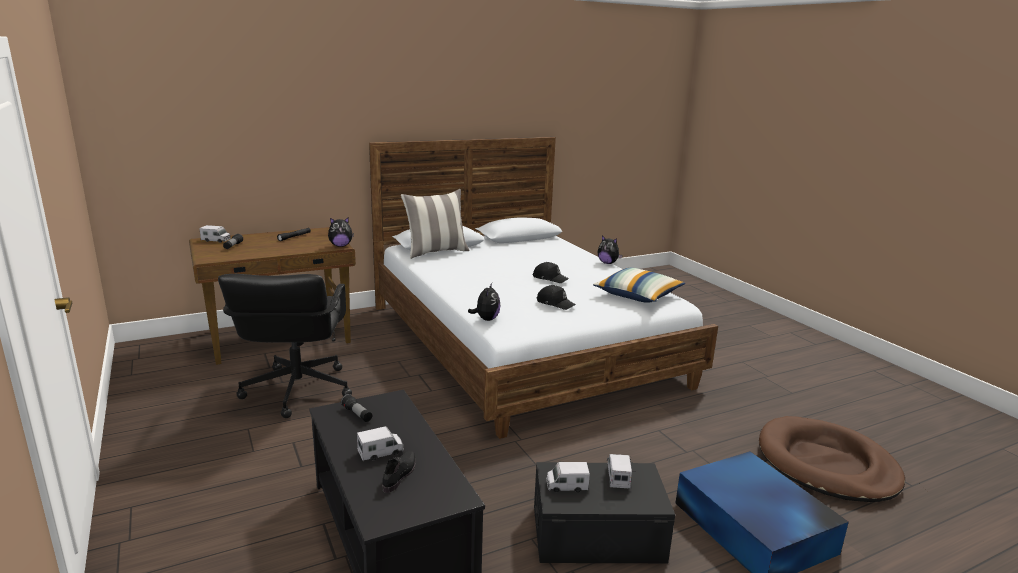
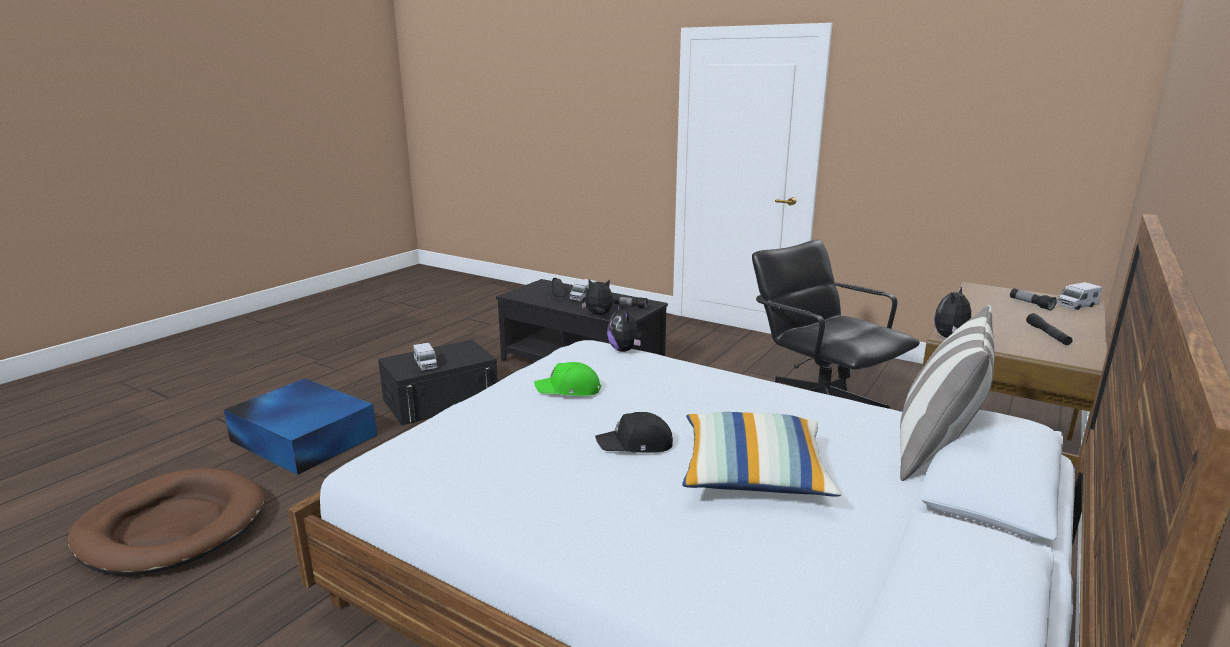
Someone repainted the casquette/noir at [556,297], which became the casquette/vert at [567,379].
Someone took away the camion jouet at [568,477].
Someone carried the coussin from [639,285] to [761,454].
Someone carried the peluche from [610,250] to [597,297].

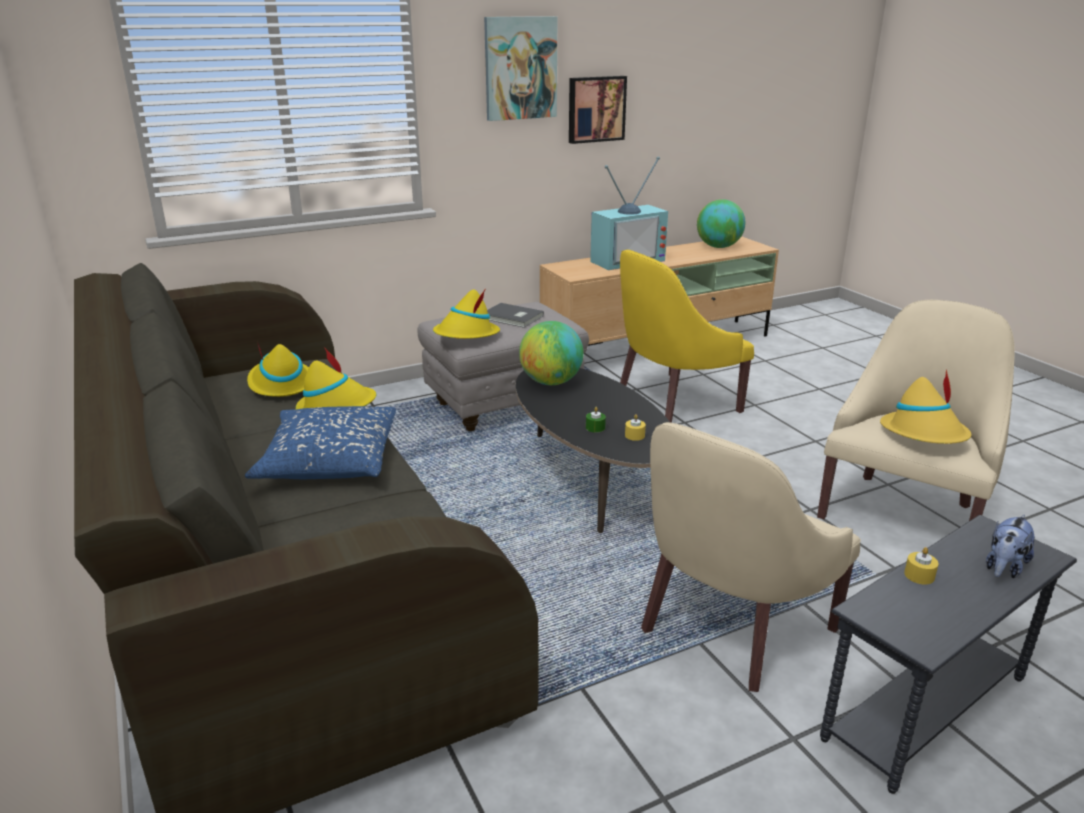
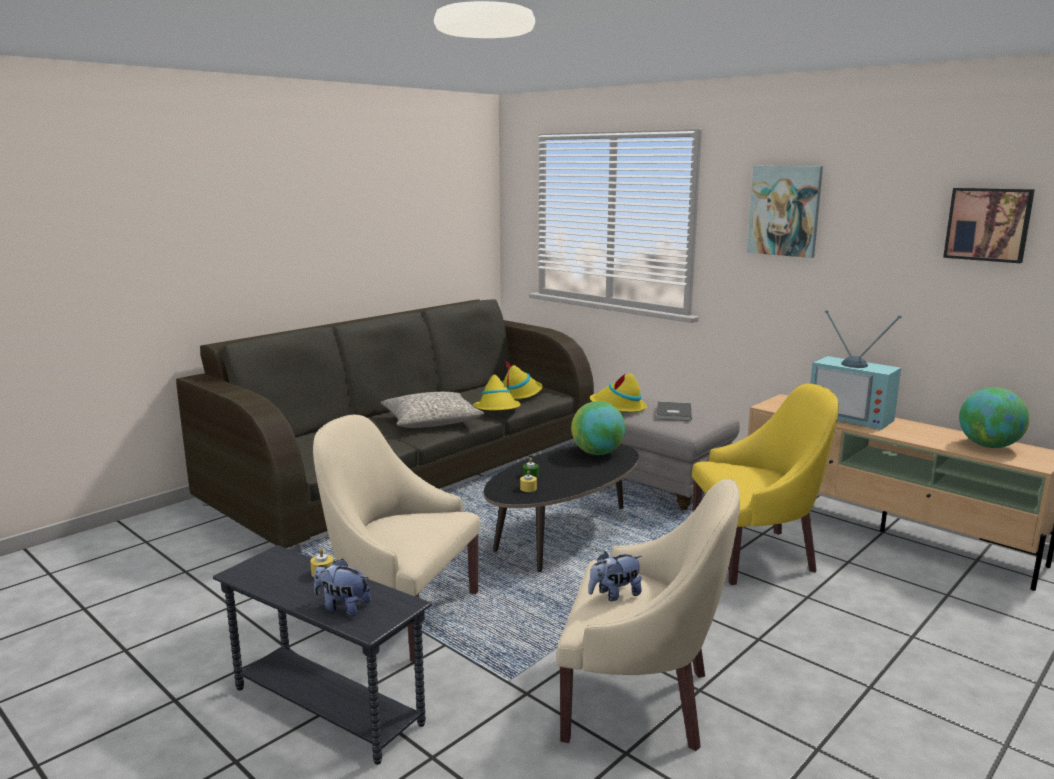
Someone repainted the coussin/bleu at [320,442], which became the coussin/gris at [432,410].
Someone carried the tableau from [598,110] to [989,225].
Someone rotated the fauteuil/jaune at [687,336] by 135 degrees clockwise.
Someone swapped the chapeau/jaune at [926,406] for the peluche at [615,576].

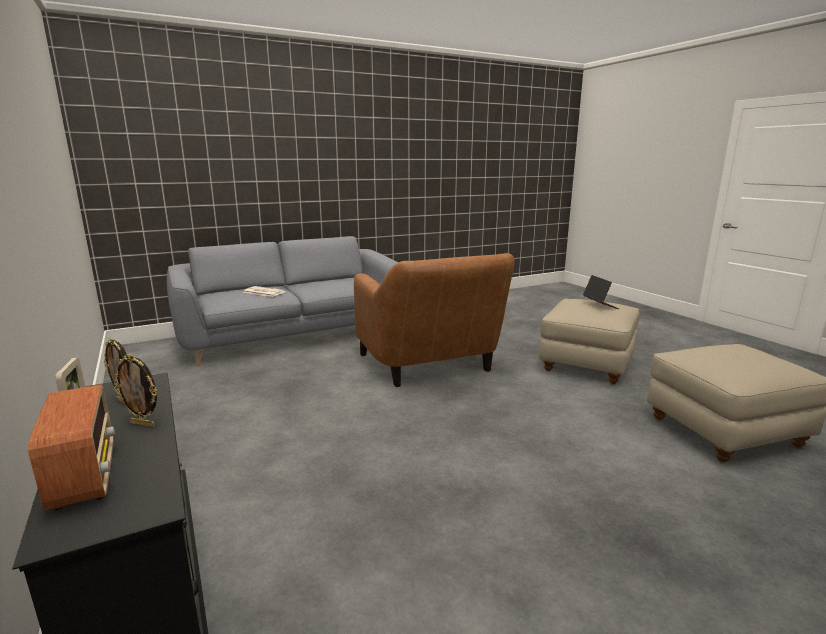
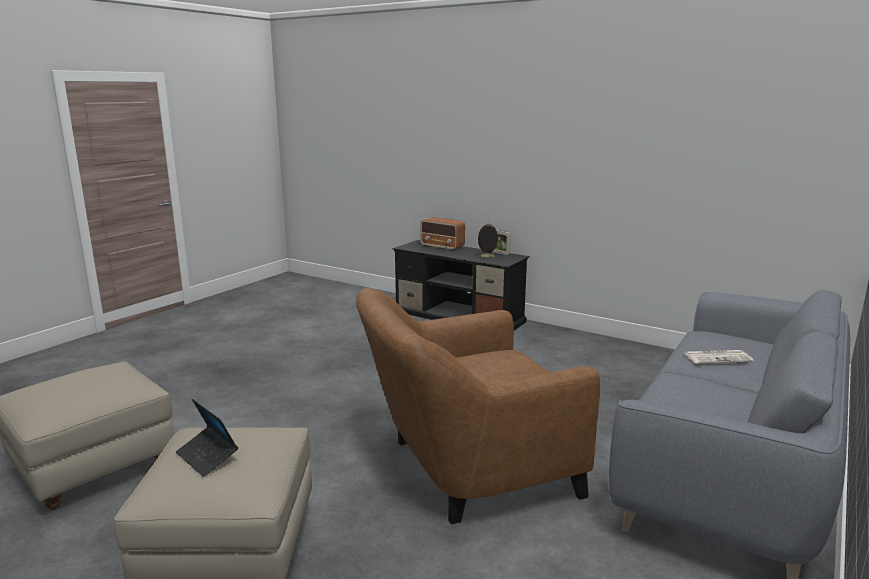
Someone took away the cadre photo at [135,390].
Someone rotated the fauteuil/marron at [434,320] by 60 degrees counterclockwise.

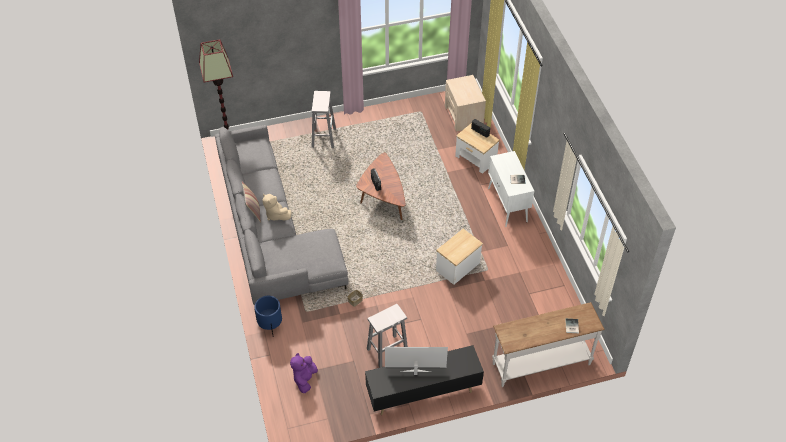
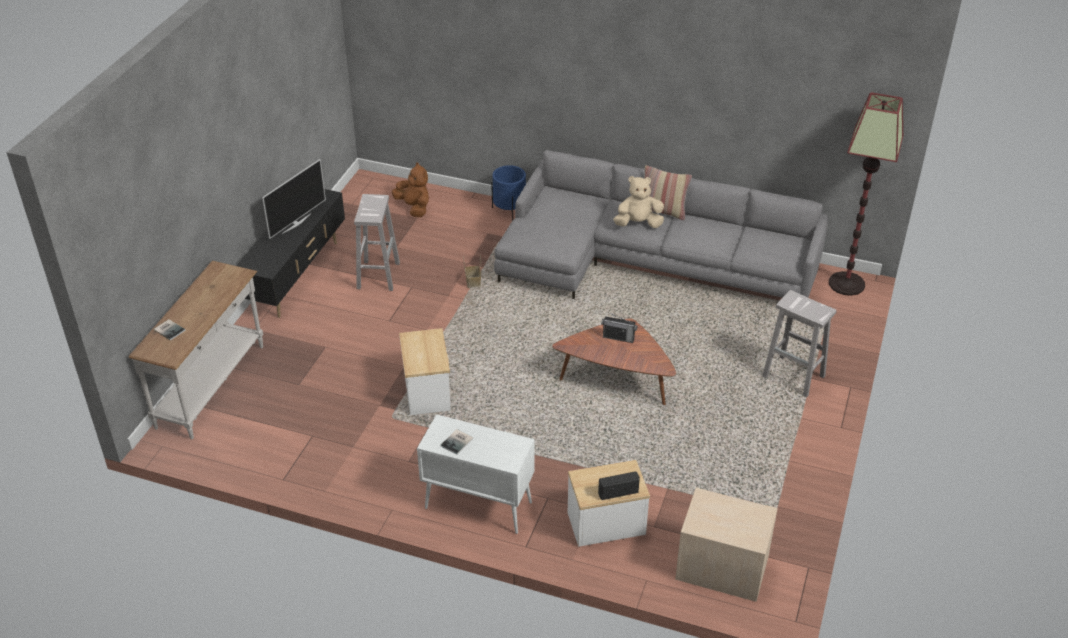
Someone repainted the peluche/violet at [304,373], which became the peluche/marron at [410,189].

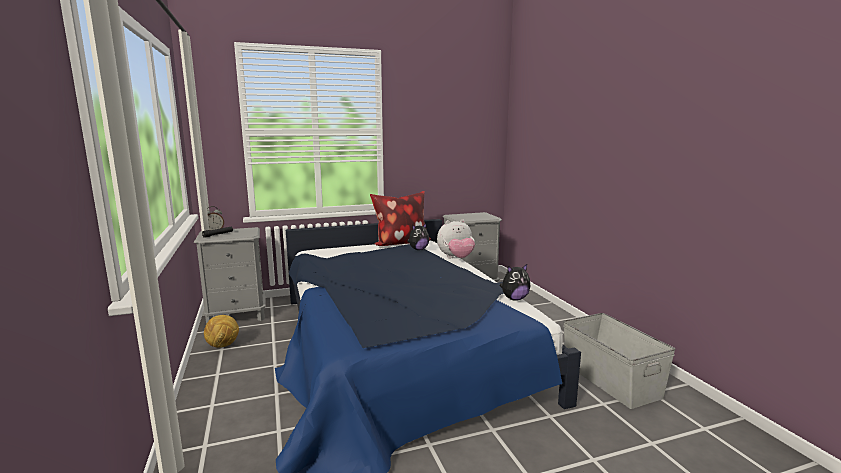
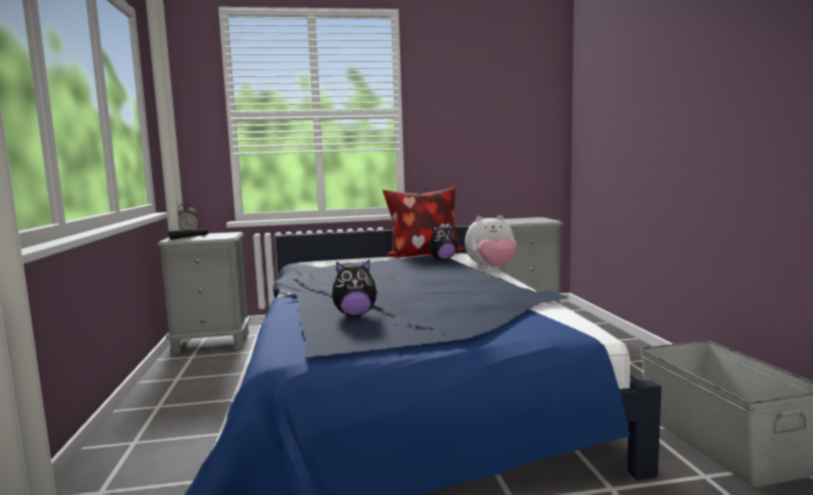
Someone took away the ballon de foot at [221,331].
Someone carried the peluche from [515,282] to [355,287].

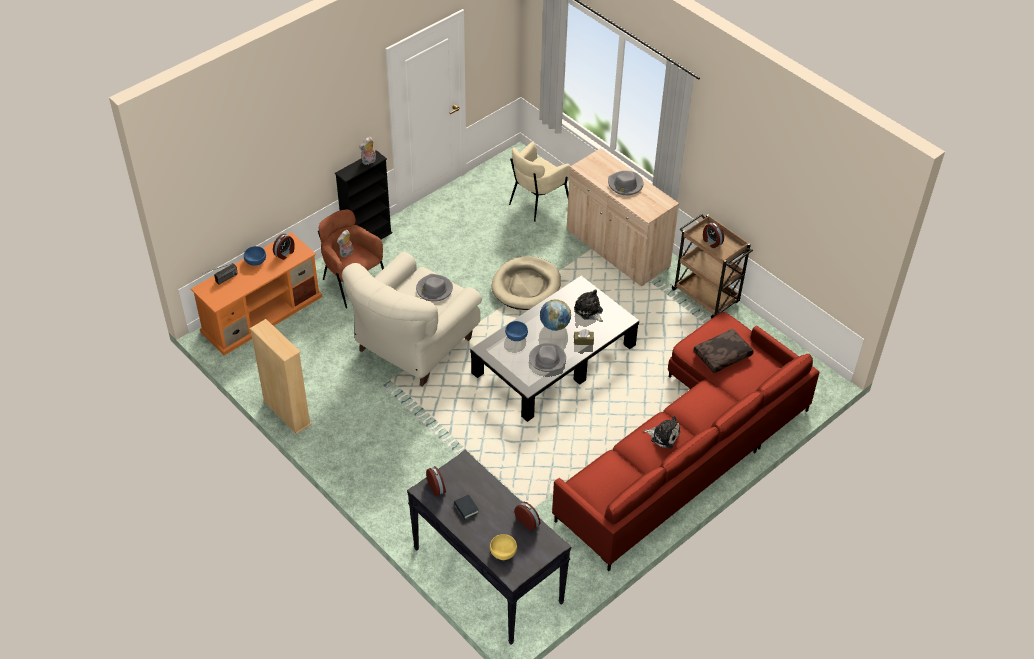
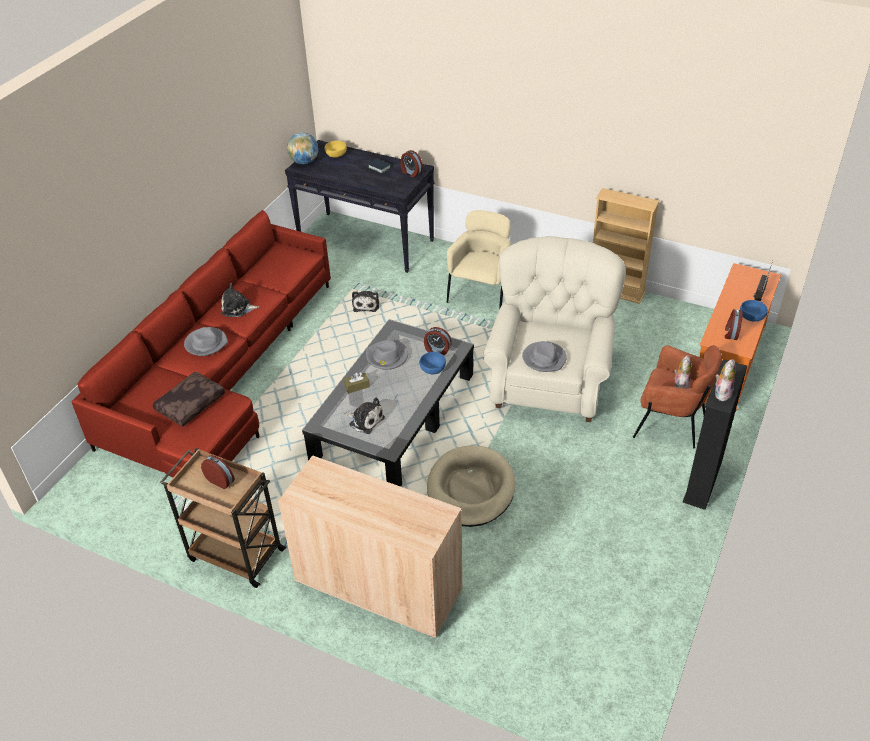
Someone carried the fauteuil/beige from [539,182] to [479,260].
Someone carried the réveil from [528,516] to [438,341].
Someone carried the globe from [555,315] to [302,148].
Someone carried the chapeau/gris from [625,183] to [206,341].
Someone put down the peluche at [365,301].

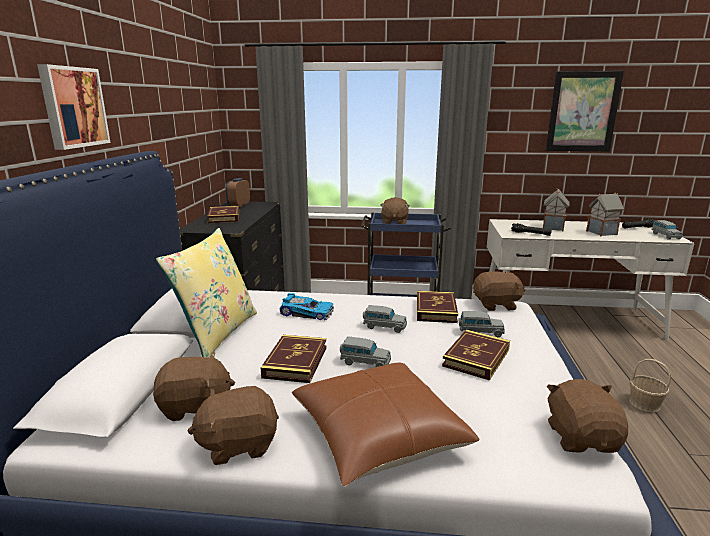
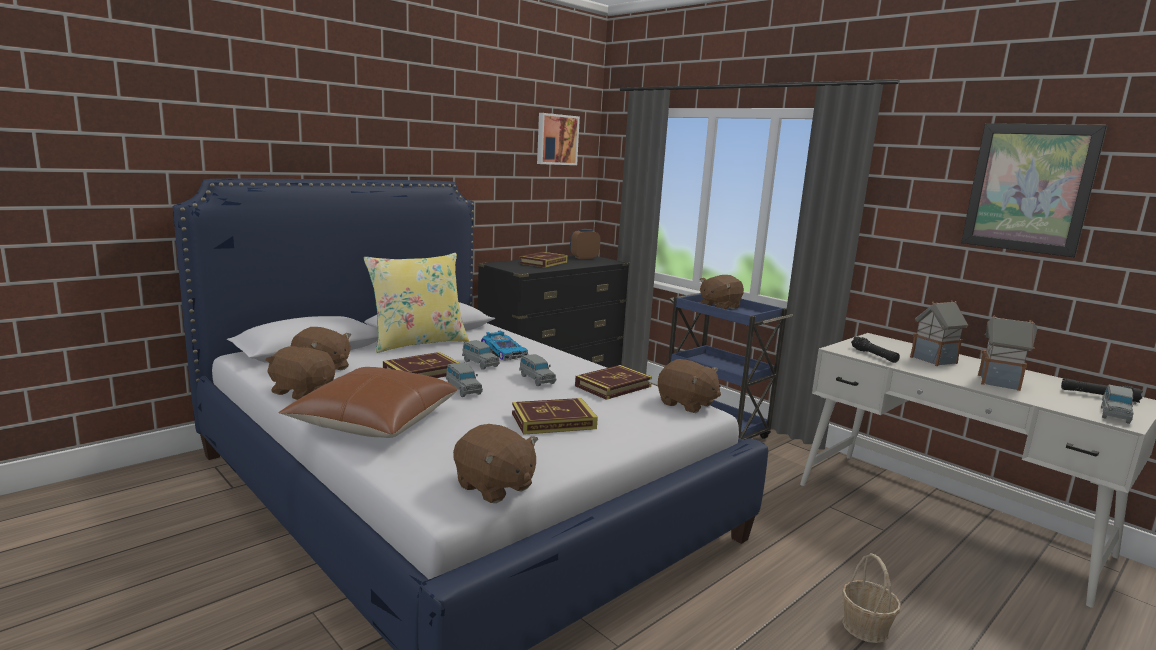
Someone carried the tableau from [73,107] to [558,139].
Someone carried the petite voiture/gris from [481,324] to [481,355].
Someone rotated the peluche/marron at [587,416] by 90 degrees clockwise.

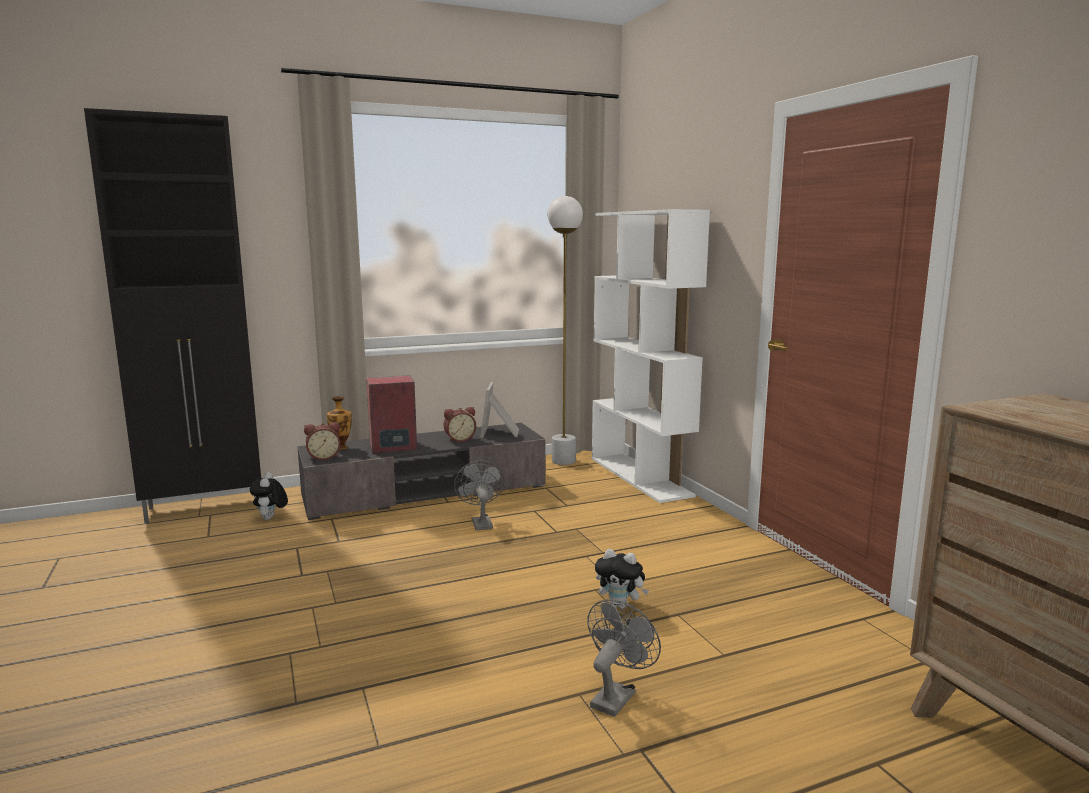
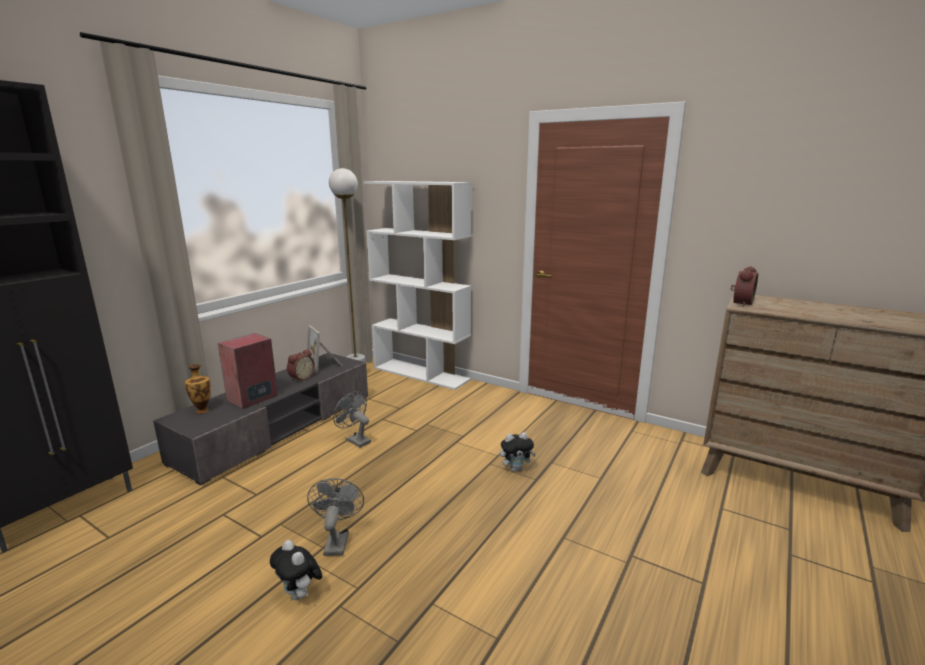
Someone carried the peluche from [269,496] to [296,570].
Someone carried the réveil from [322,441] to [744,286].
Someone carried the ventilateur/gris from [624,658] to [335,517].

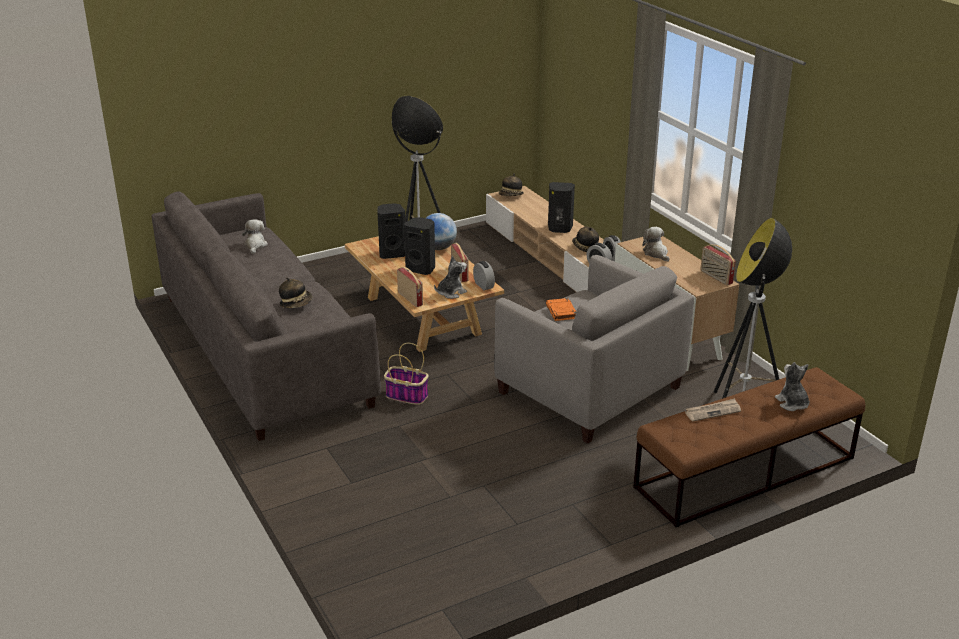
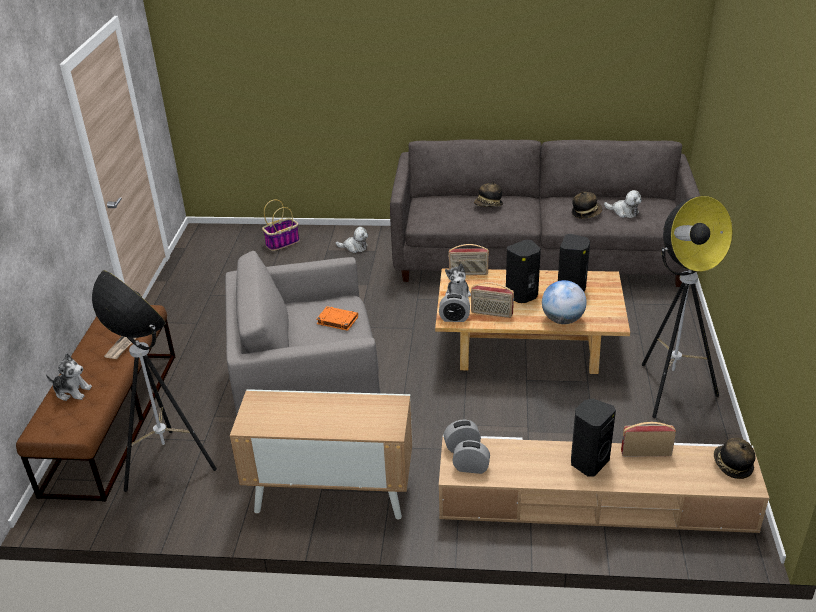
Someone carried the panier from [406,374] to [281,225].
Someone carried the chapeau from [585,239] to [587,205].
Someone carried the peluche from [656,244] to [352,240].
Someone carried the radio from [718,264] to [648,439].

